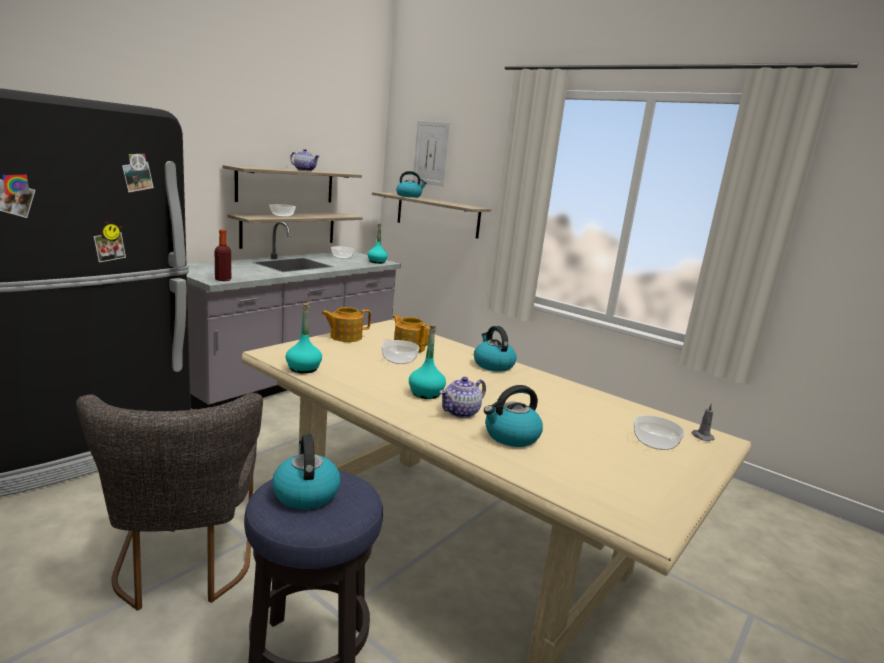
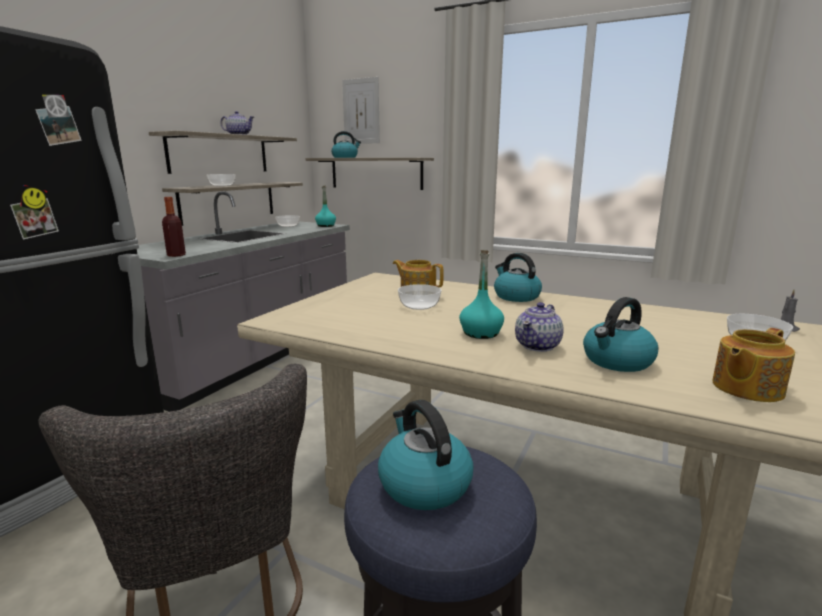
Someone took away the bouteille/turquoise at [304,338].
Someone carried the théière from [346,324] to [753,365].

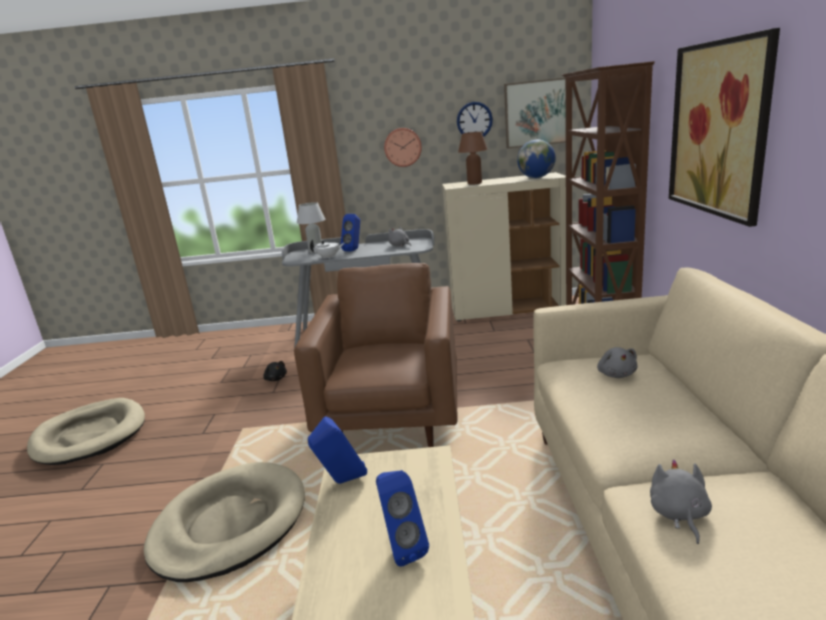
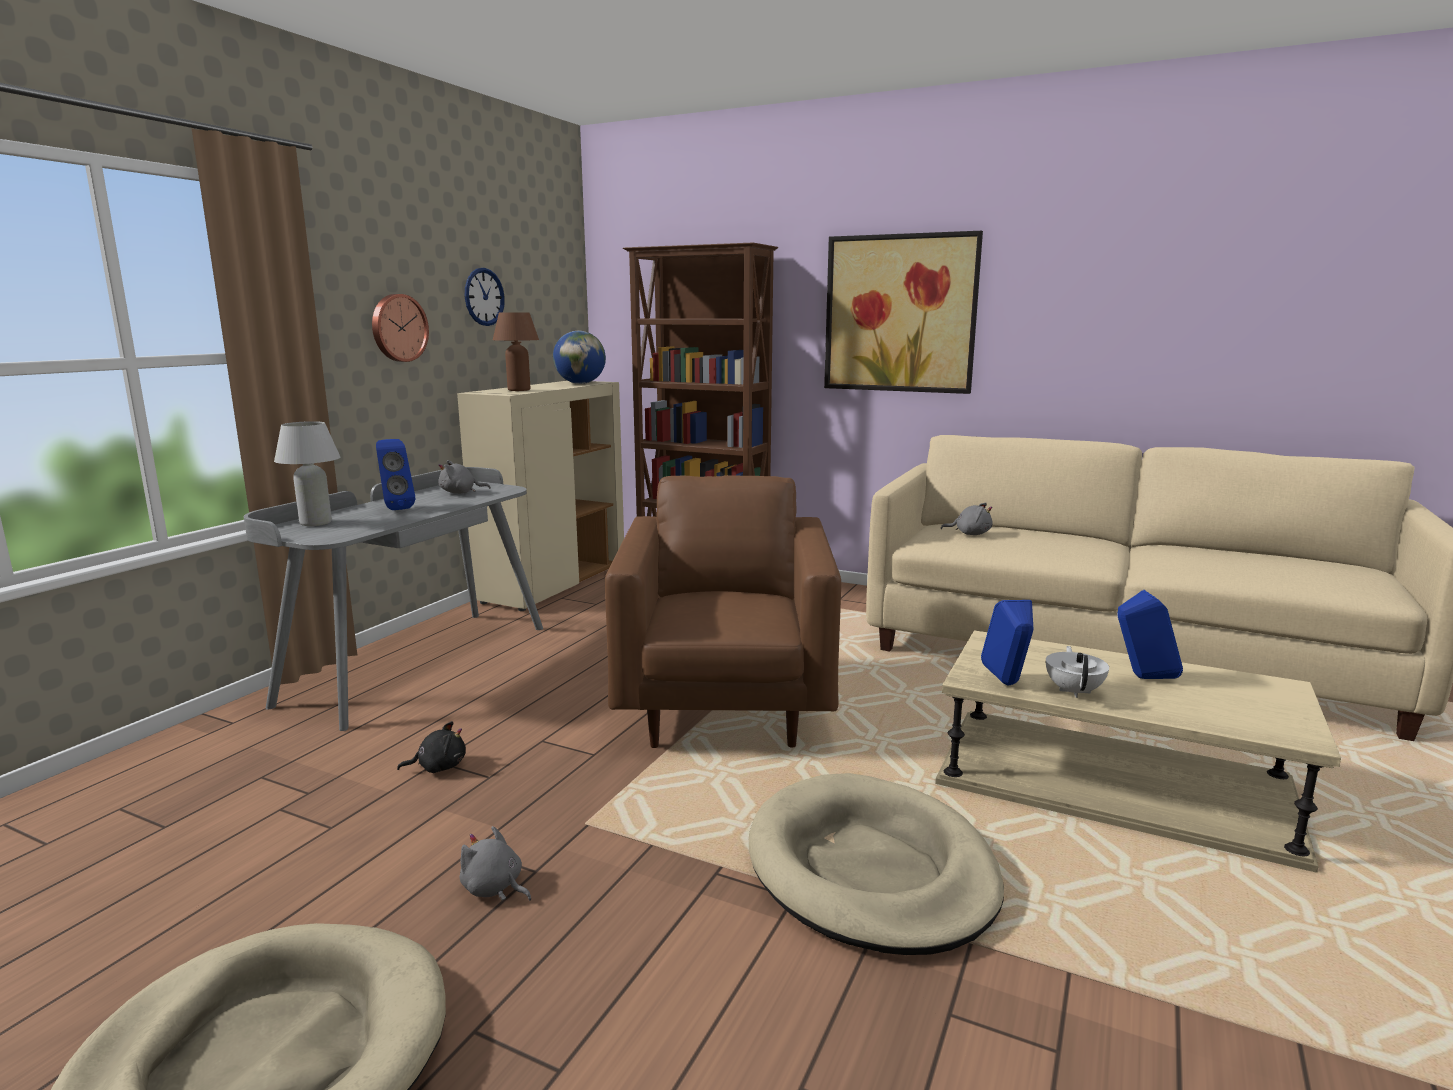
Someone rotated the fauteuil/marron at [375,355] by 60 degrees clockwise.
Someone carried the théière/blanc from [327,249] to [1077,672].
Someone took away the tableau at [535,113].
Someone carried the peluche/gris from [681,501] to [495,863].

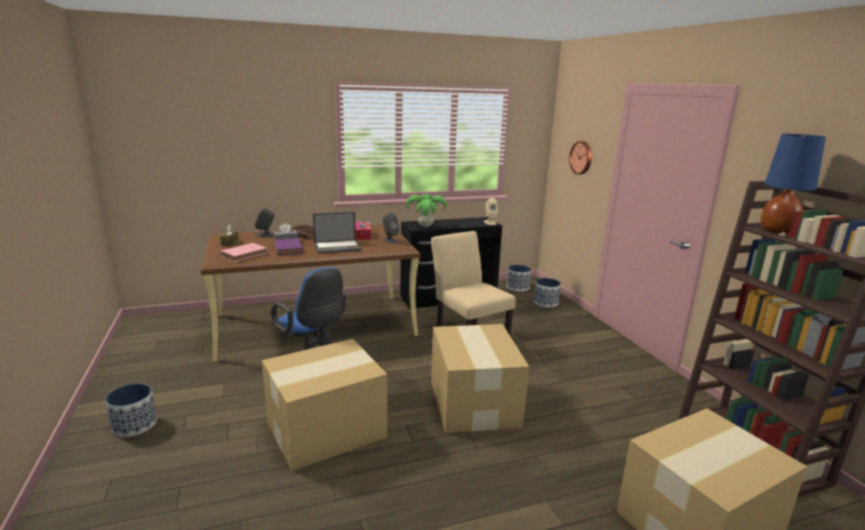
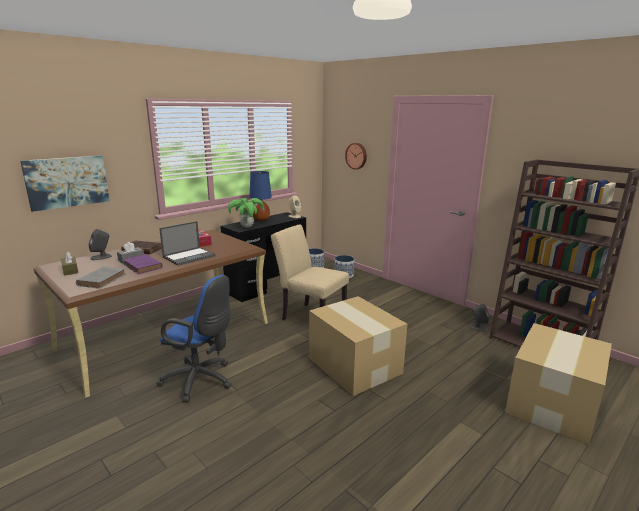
Someone took away the cache-pot at [131,410].
Someone repainted the livre/rose at [243,252], which became the livre/gris at [100,277].
Someone took away the carton at [324,405].
Someone carried the enceinte/gris from [391,228] to [480,317].
Someone carried the lampe de table/bleu from [793,184] to [260,196].
Someone put up the tableau at [65,183].

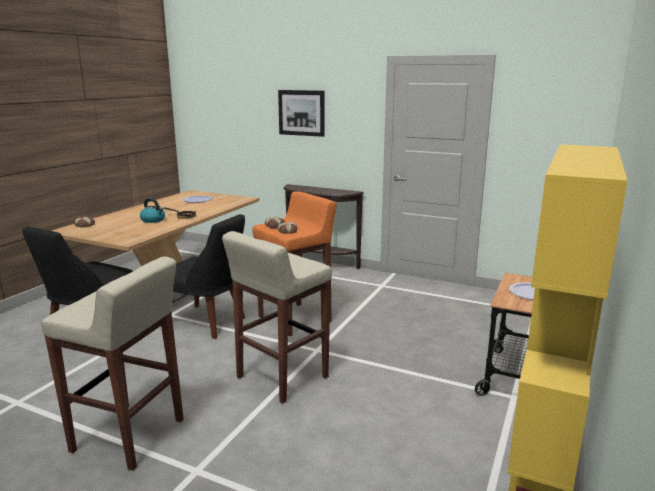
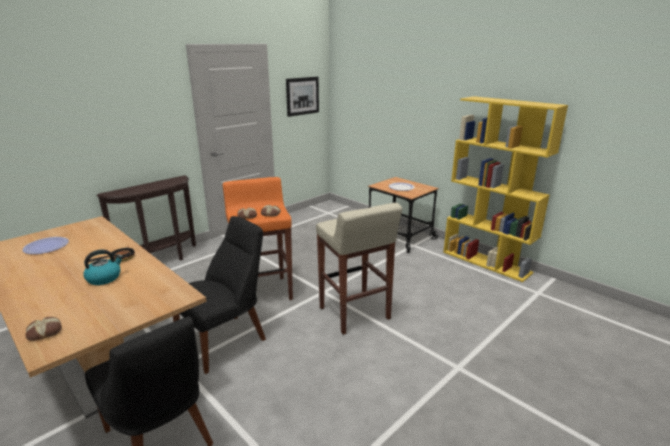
Someone took away the tabouret/beige at [112,363].
Someone carried the tableau from [301,113] to [302,97].

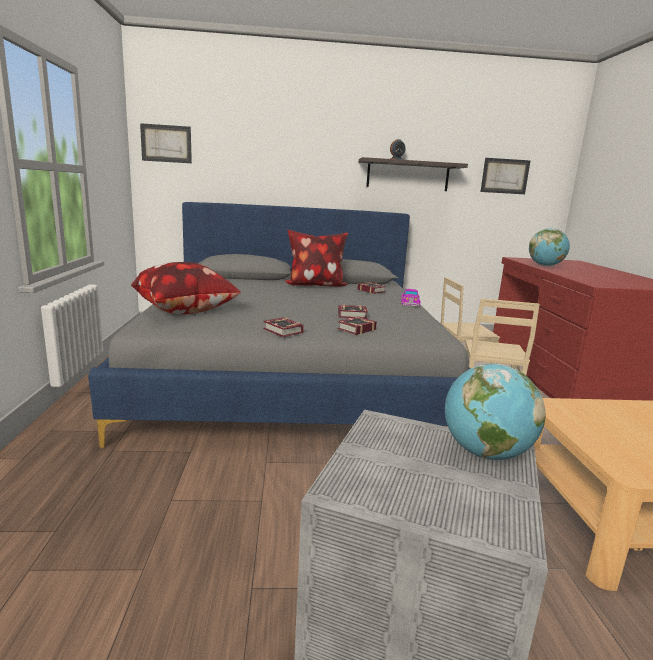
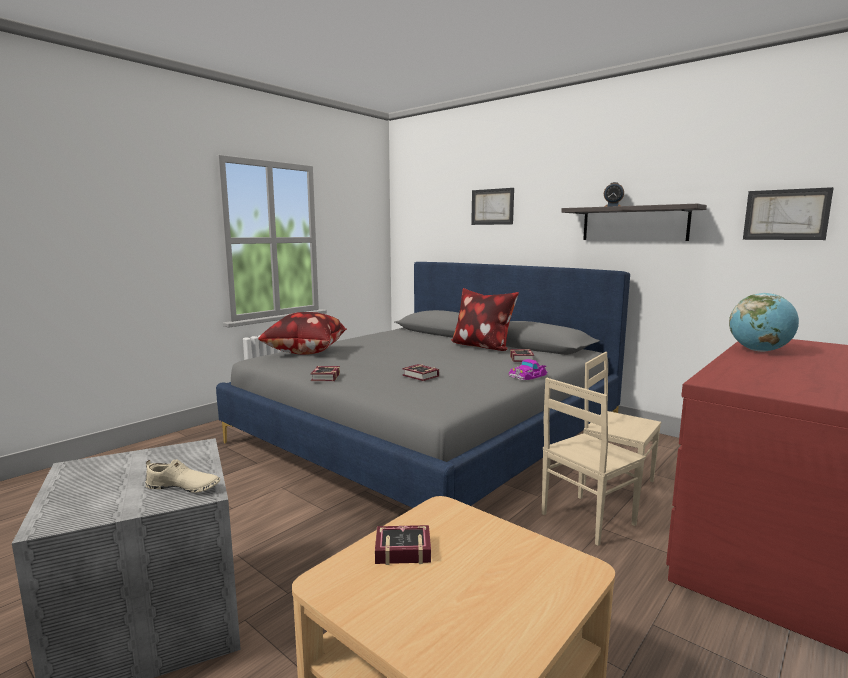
Someone carried the tableau from [166,143] to [492,206].
Someone carried the livre from [357,326] to [403,545].
Someone swapped the globe at [495,411] for the chaussure/beige at [182,476].

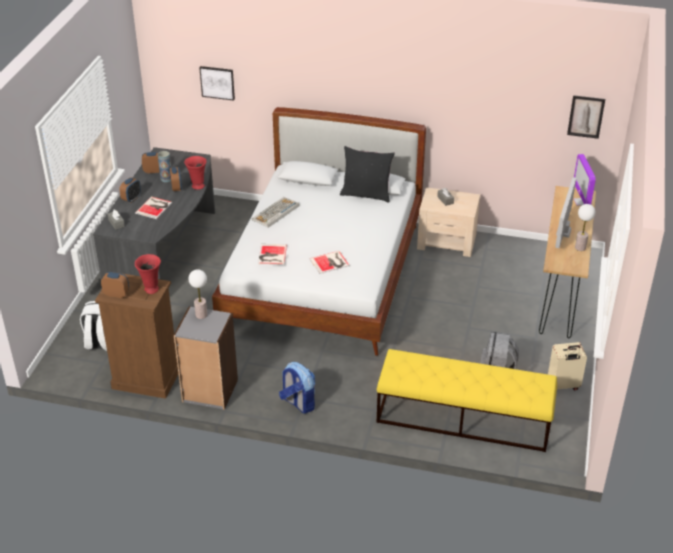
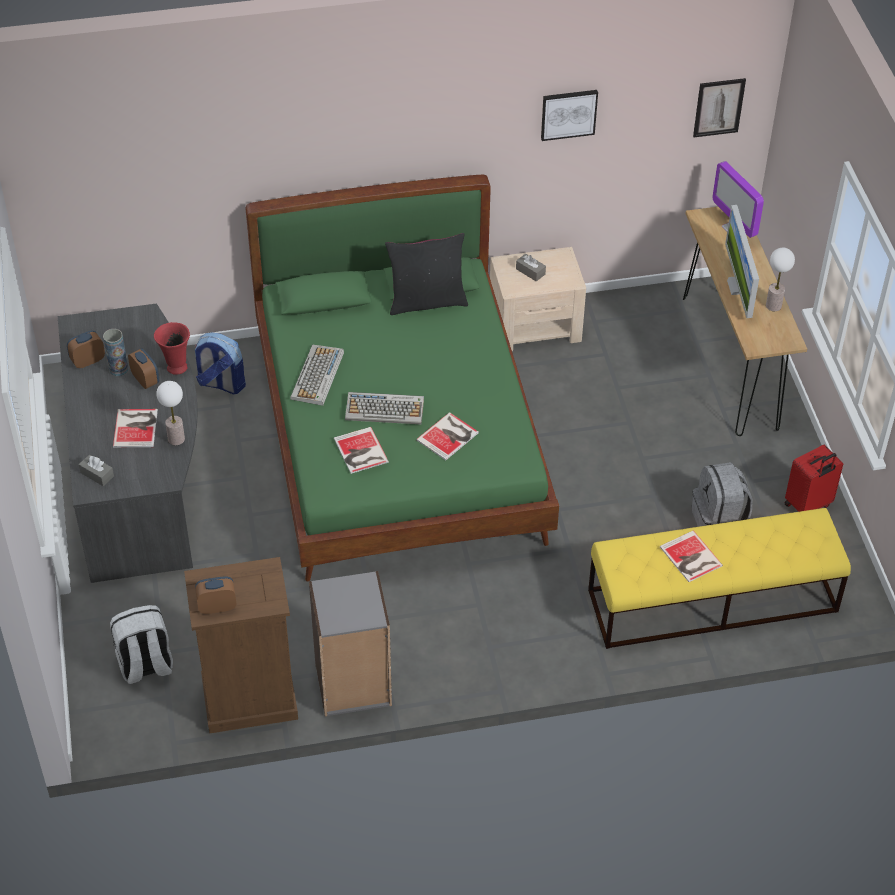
Someone took away the réveil at [130,189].
Someone took away the vase/rouge at [148,274].
Someone carried the lampe de table from [197,294] to [170,413].
Someone carried the tableau from [217,83] to [569,115].
Someone repainted the lit/blanc at [319,231], which became the lit/vert at [402,378].
Someone carried the sac à dos from [297,388] to [220,363].
Someone repainted the valise/beige at [567,366], which became the valise/rouge at [814,478].
Someone put down the clavier at [384,408].
Someone put down the livre at [691,556].

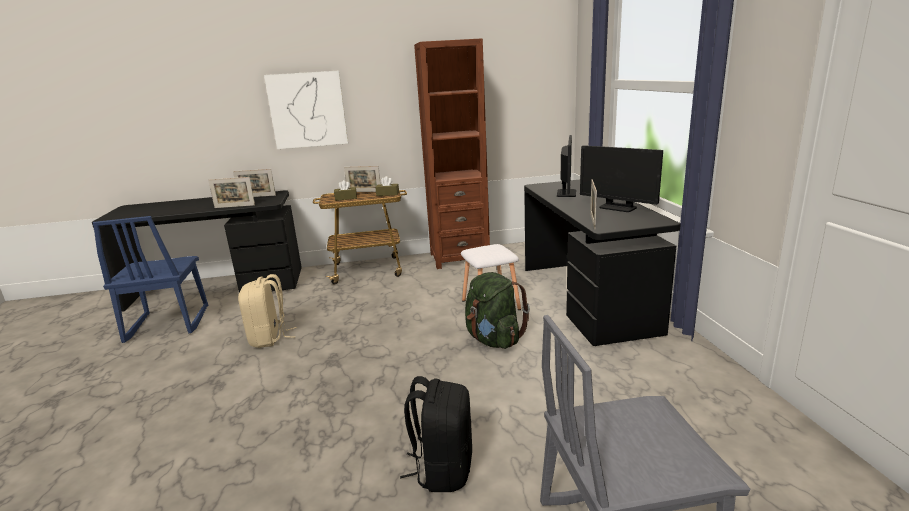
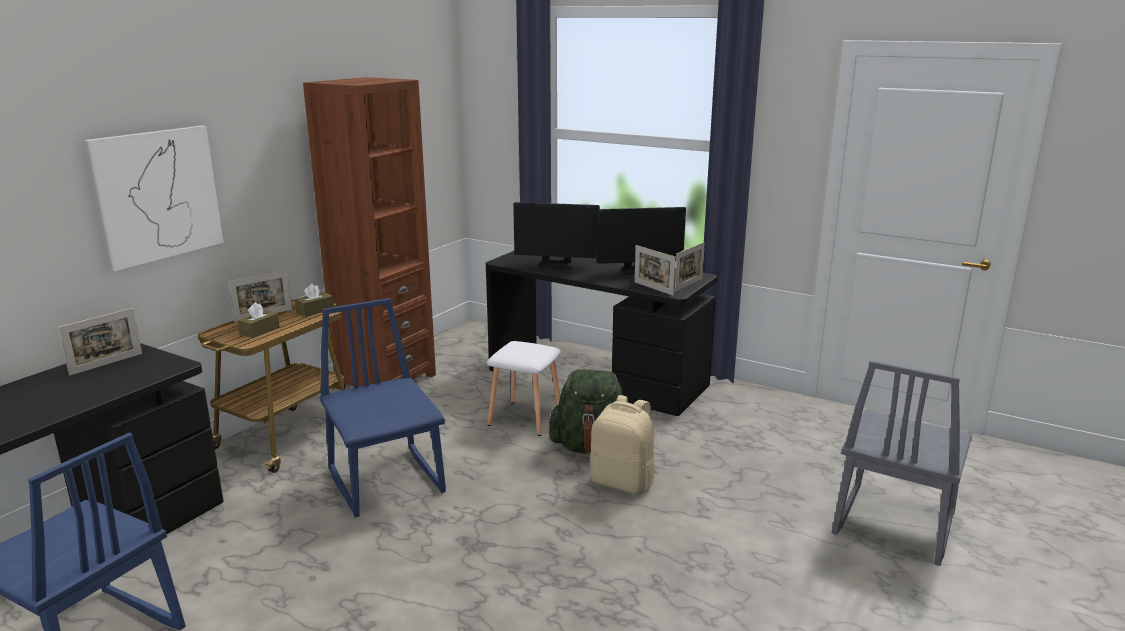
Someone carried the cadre photo from [231,192] to [690,267].
Someone carried the sac à dos/beige from [267,311] to [622,445].
Someone took away the sac à dos/noir at [436,434].
Someone rotated the écran d'ordinateur at [566,166] by 135 degrees clockwise.
Someone put down the chaise/bleu at [382,408].

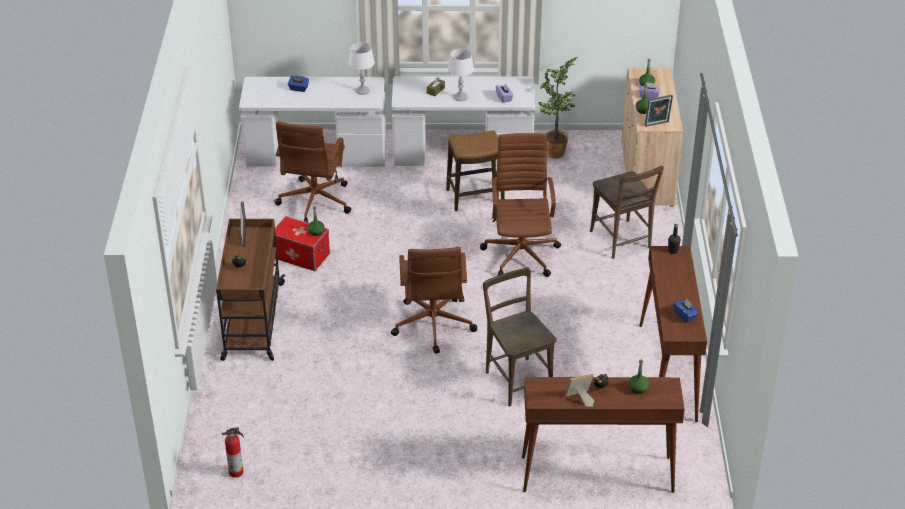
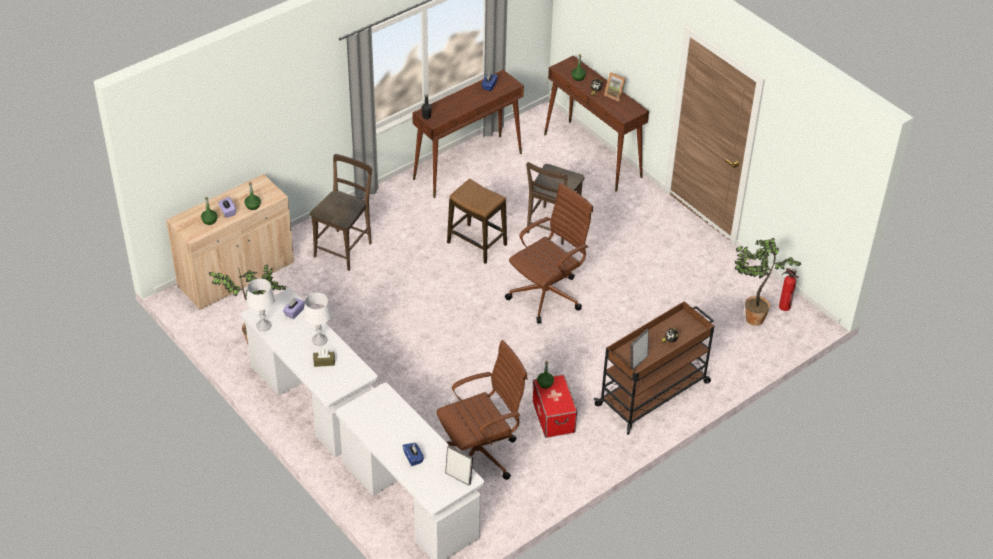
Someone carried the lampe de table/blanc from [362,68] to [260,305].
Someone carried the tabouret from [475,170] to [477,221].
Someone took away the chaise de bureau/marron at [520,205].
Someone carried the cadre photo from [659,111] to [459,465].
Someone put down the plante en pot at [767,282].

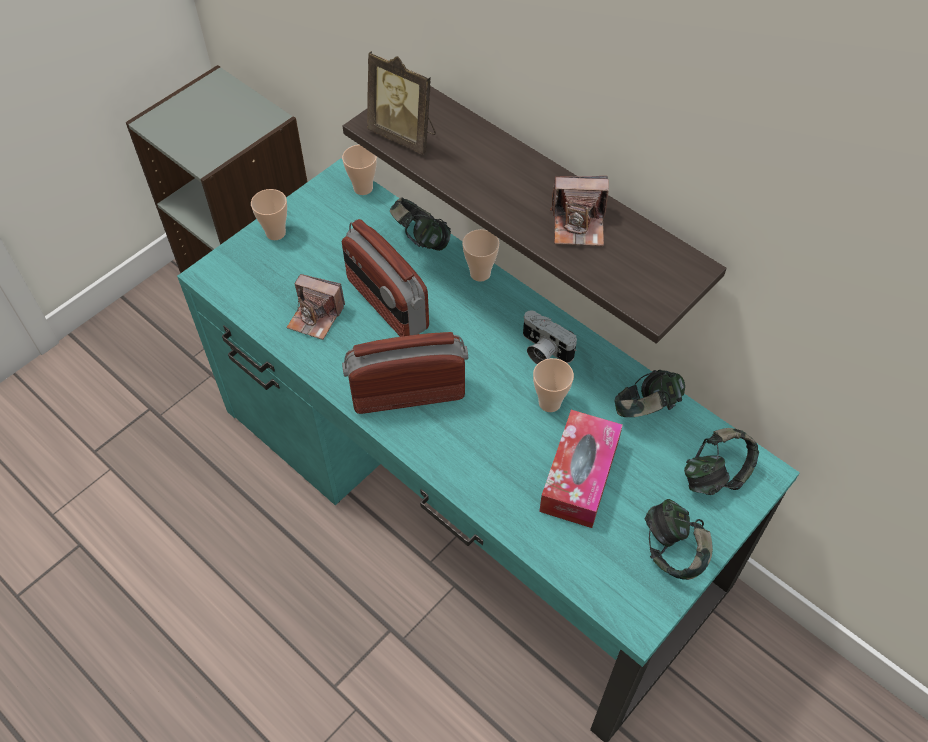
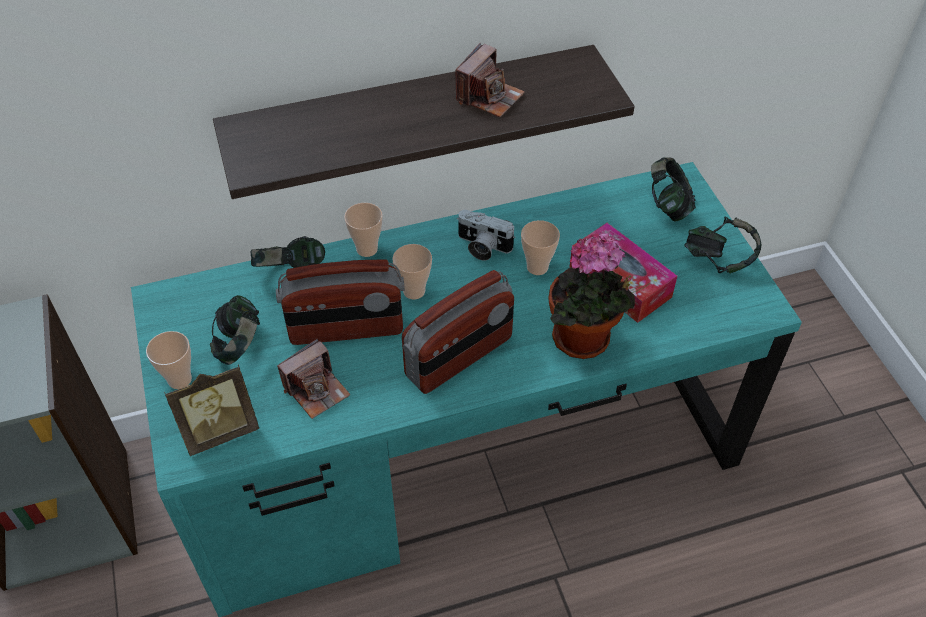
Someone carried the tasse from [359,170] to [412,272].
Someone rotated the radio at [405,373] by 150 degrees counterclockwise.
Someone carried the cadre photo from [401,103] to [211,410].
Someone rotated the appareil photo at [550,337] by 45 degrees clockwise.
Someone carried the casque audio from [650,393] to [235,330].
Someone put down the plante en pot at [591,296].

